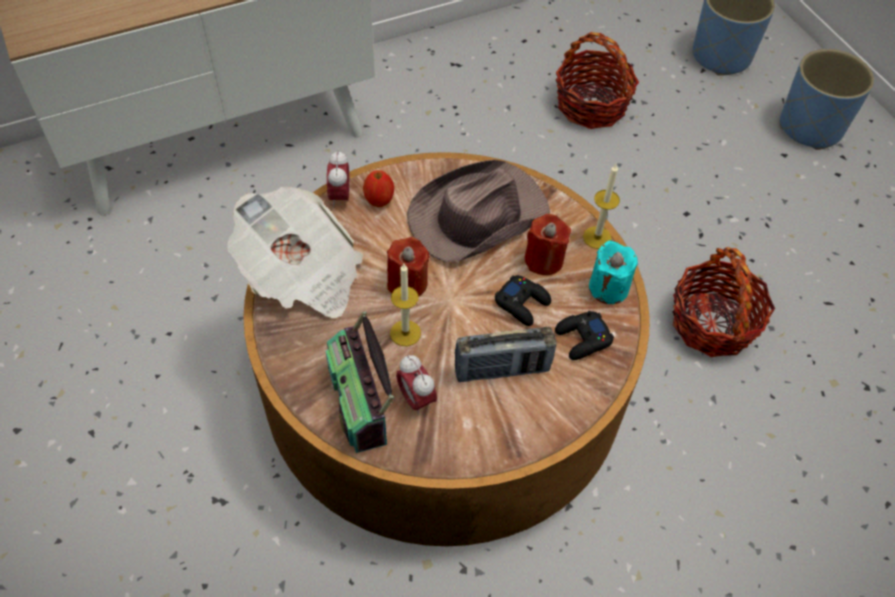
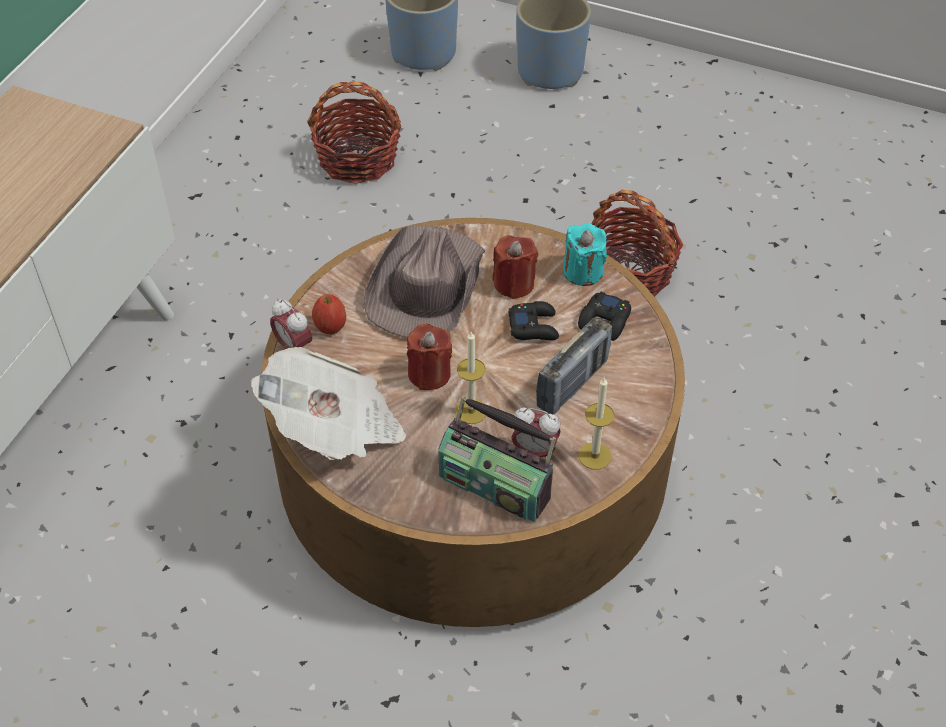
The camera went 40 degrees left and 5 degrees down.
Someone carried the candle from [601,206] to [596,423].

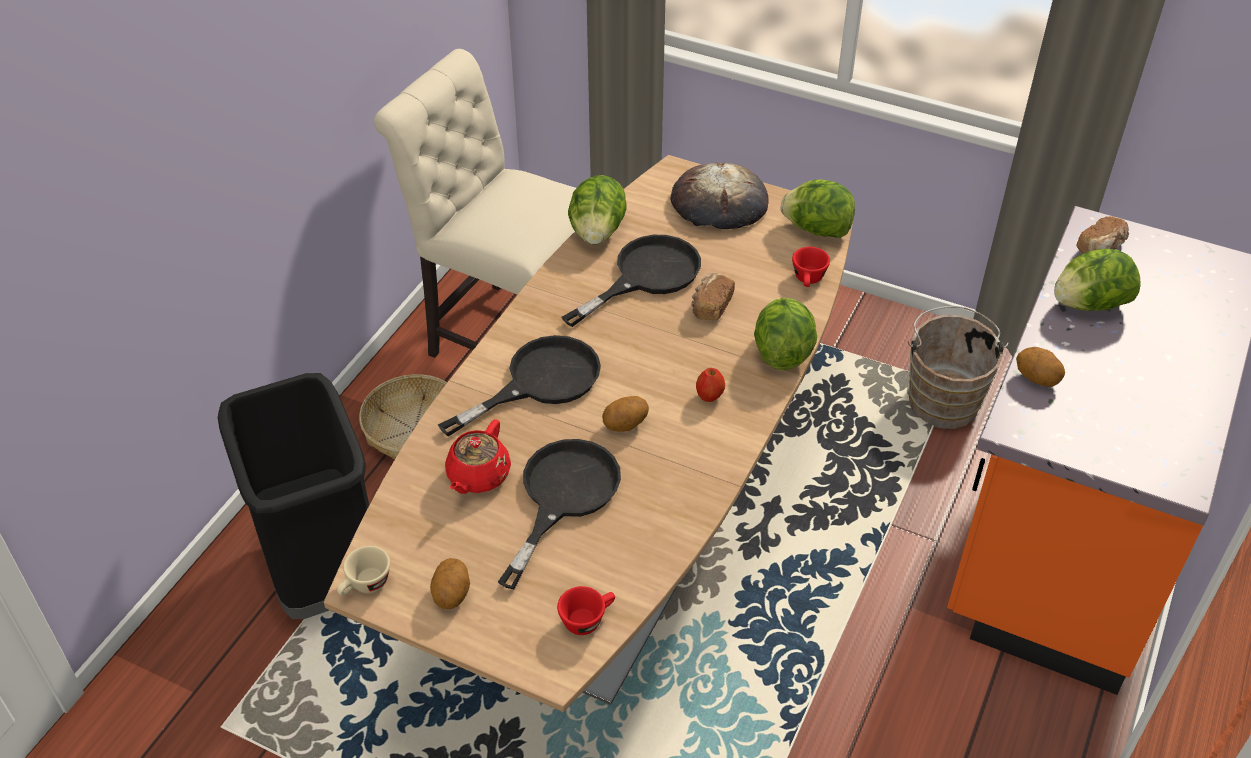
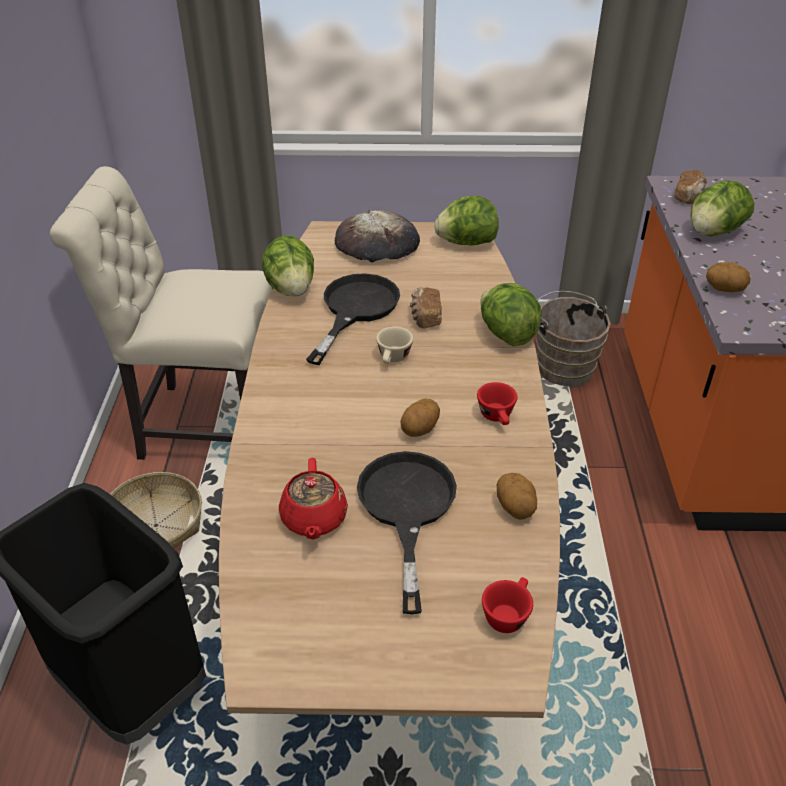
The camera went 25 degrees left and 5 degrees down.
Someone carried the beige cup from [363,571] to [394,345].
Someone carried the potato from [450,583] to [517,496].
Someone took away the black frying pan at [519,386].
Someone took away the apple at [710,385].
Someone carried the red cup from [811,267] to [497,403].

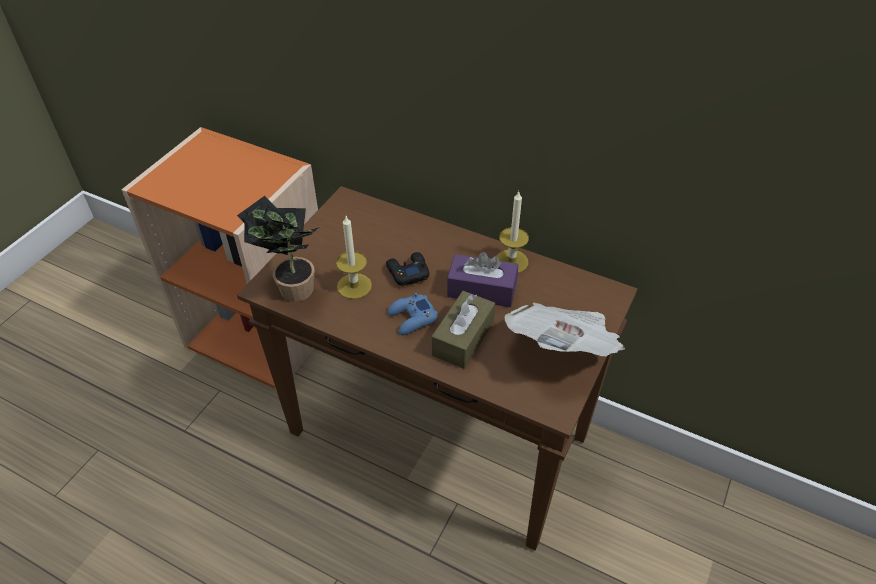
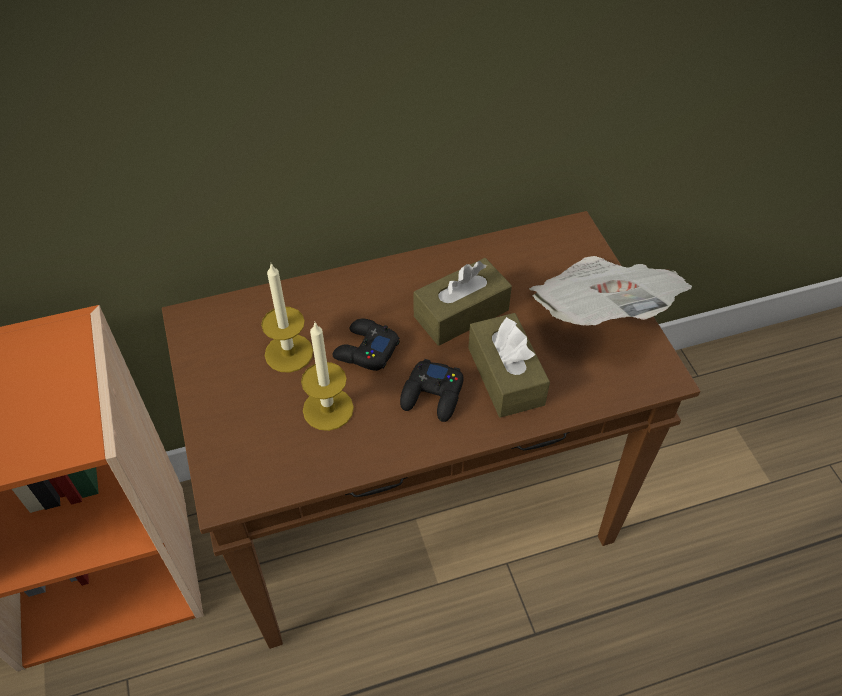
The camera went 45 degrees left and 5 degrees up.
Someone took away the potted plant at [278,249].
Someone repainted the blue game controller at [413,314], which became the black game controller at [431,390].
Someone repainted the purple tissue box at [482,279], which became the brown tissue box at [462,302].
Someone carried the candle from [513,232] to [287,318].

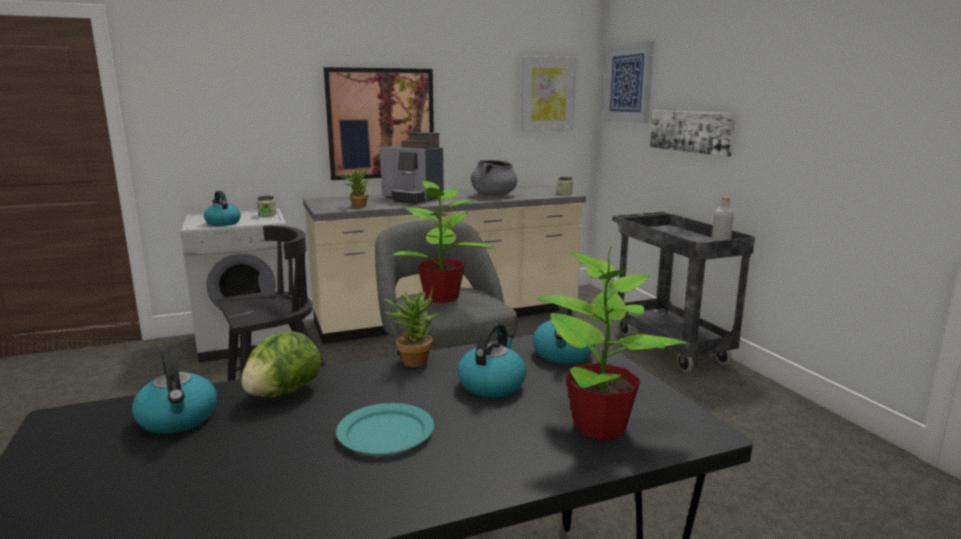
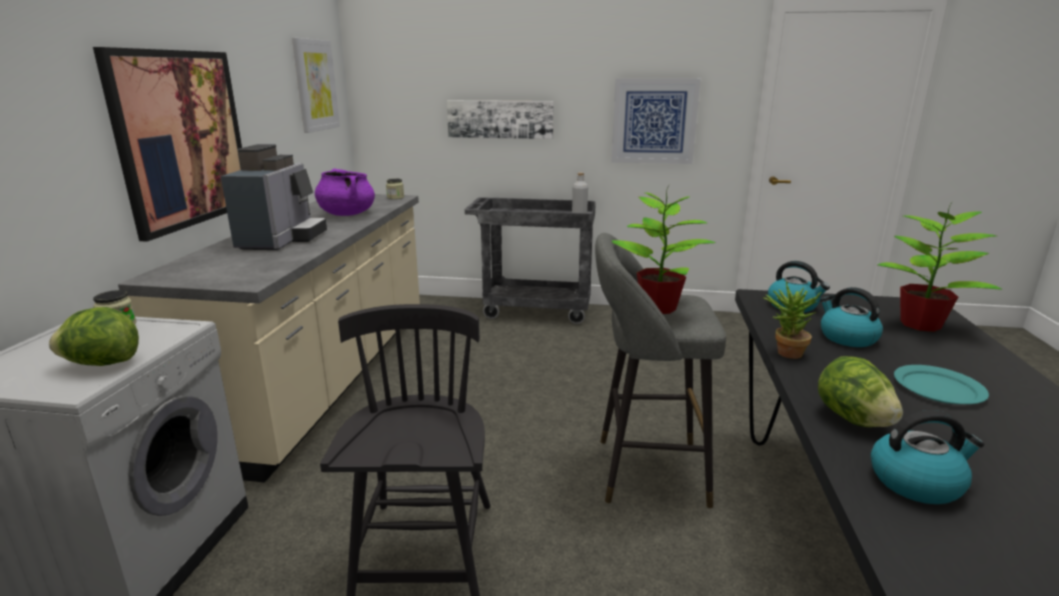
The camera went 60 degrees left and 5 degrees up.
Someone swapped the kettle at [222,208] for the lettuce at [94,336].
Someone took away the potted plant at [354,187].
Someone rotated the coffee machine at [412,168] by 60 degrees counterclockwise.
Someone repainted the grey cooking pot at [494,177], which became the purple cooking pot at [345,192].
Someone carried the picture from [628,82] to [656,121].

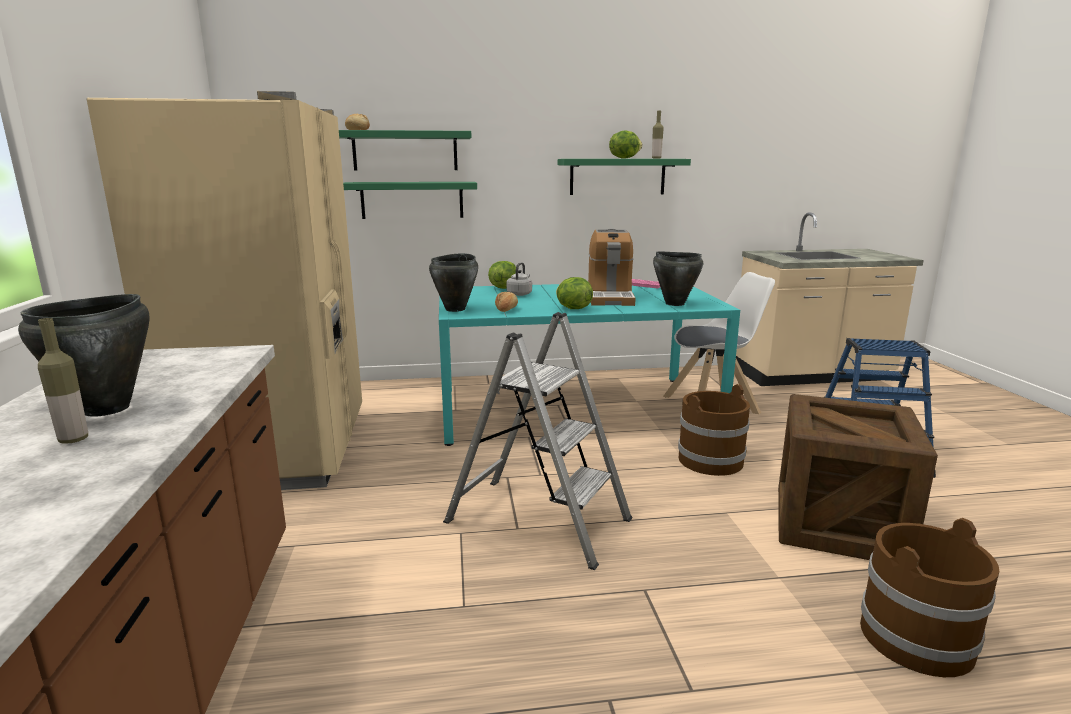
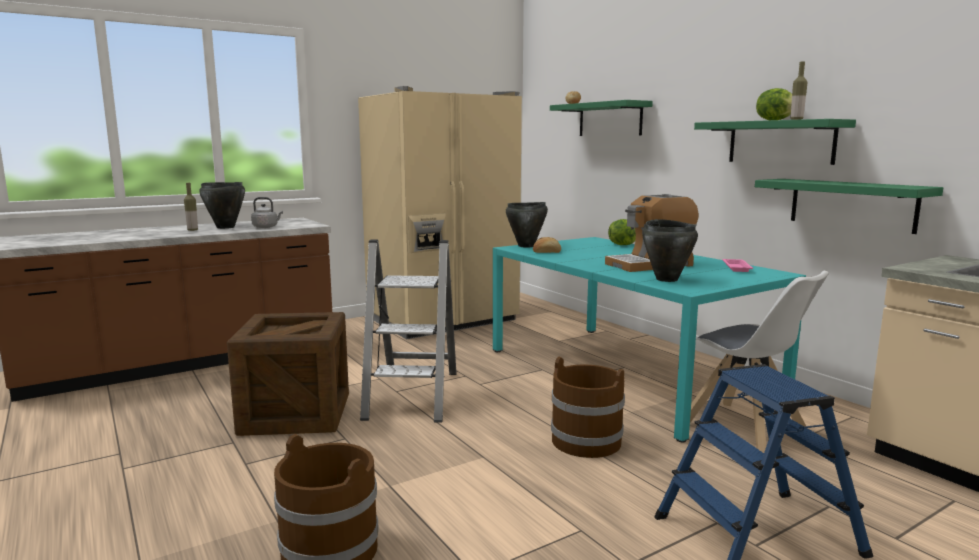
The camera went 65 degrees right and 5 degrees down.
Someone carried the green shelf from [410,200] to [849,206].
Someone carried the grey kettle from [519,279] to [267,212].
Someone took away the lettuce at [574,293].
Someone carried the crate from [858,477] to [288,374].

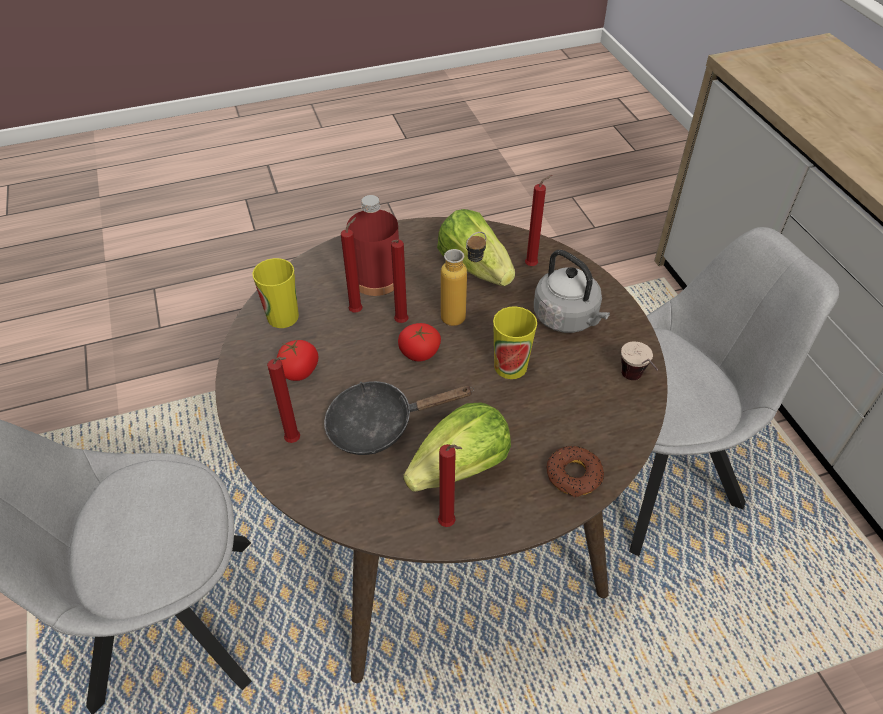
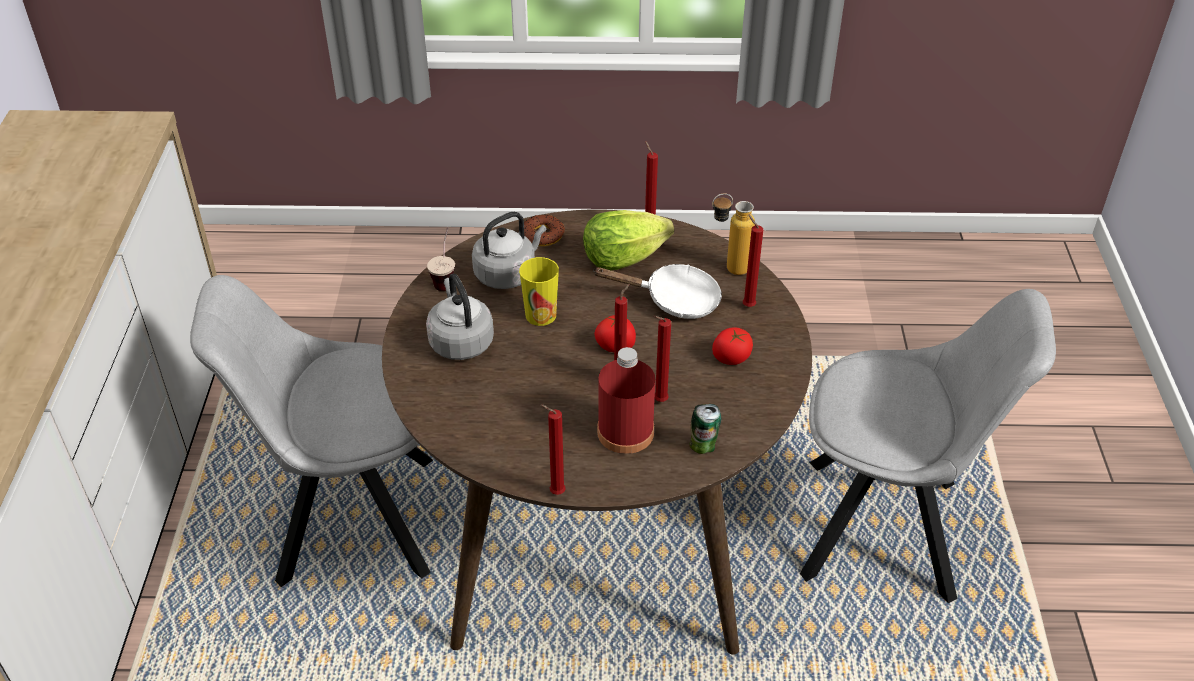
The camera went 160 degrees left and 5 degrees down.
Someone took away the cup at [275,293].
Someone repainted the black frying pan at [399,418], which became the white frying pan at [657,291].
Someone took away the lettuce at [476,247].
Someone carried the bottle from [463,279] to [733,234].
Someone carried the red candle from [538,220] to [553,449].
Someone put down the grey kettle at [509,250].
Someone put down the can at [705,429].

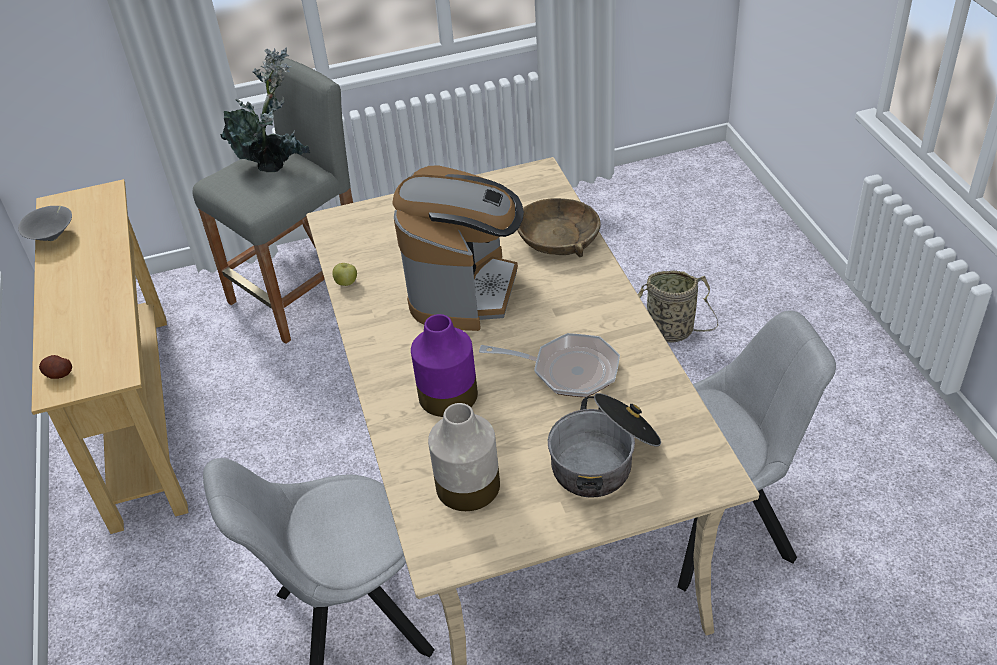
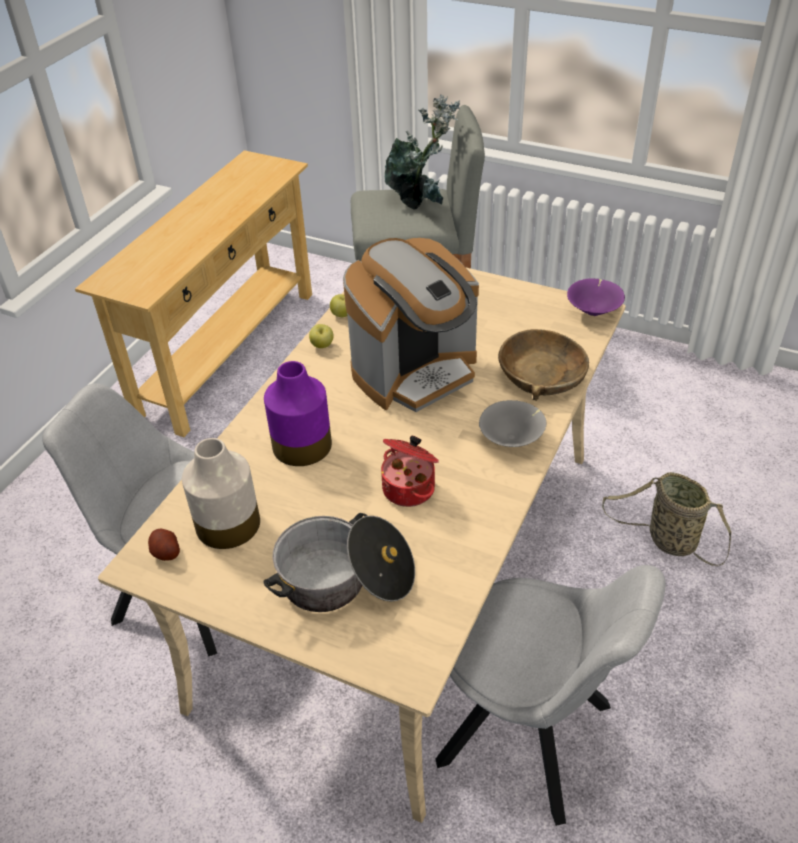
The camera went 40 degrees right and 0 degrees up.
Someone carried the grey bowl from [45,223] to [512,423].
Someone carried the potato from [55,367] to [164,545].
Someone swapped the frying pan at [549,365] for the cooking pot at [410,471].
Someone put down the apple at [321,336].
Someone put down the purple bowl at [596,297].

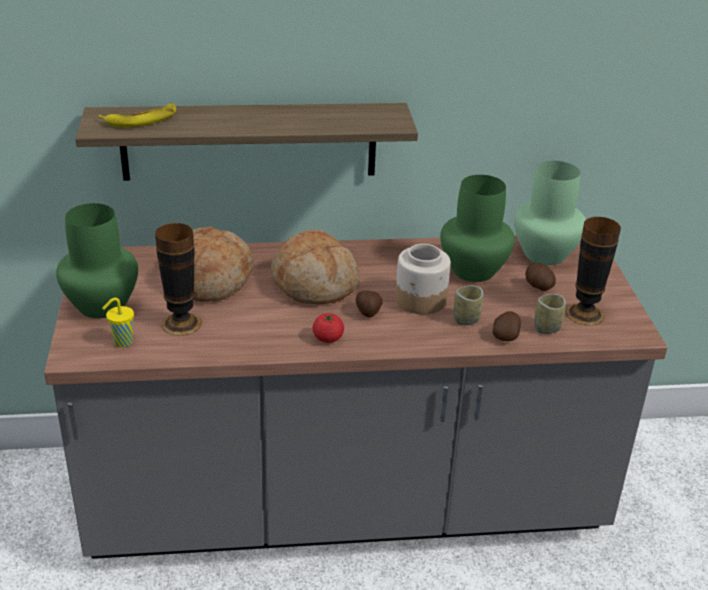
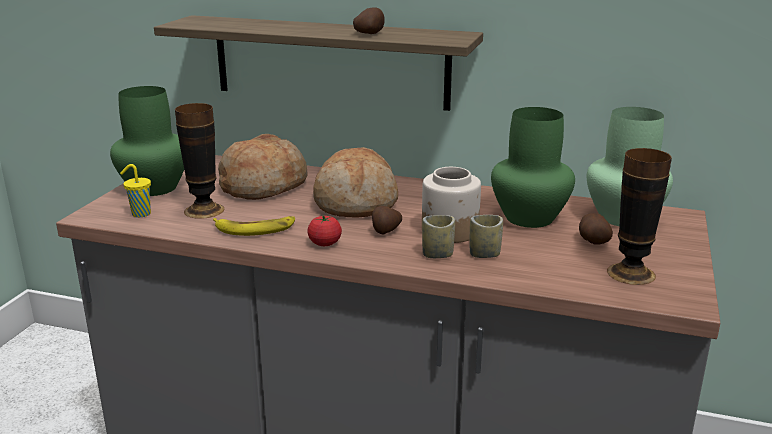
The camera went 25 degrees right and 10 degrees down.
Someone carried the banana from [137,115] to [254,226].
Someone carried the potato from [506,326] to [369,20].
Someone carried the cup from [550,314] to [438,236].

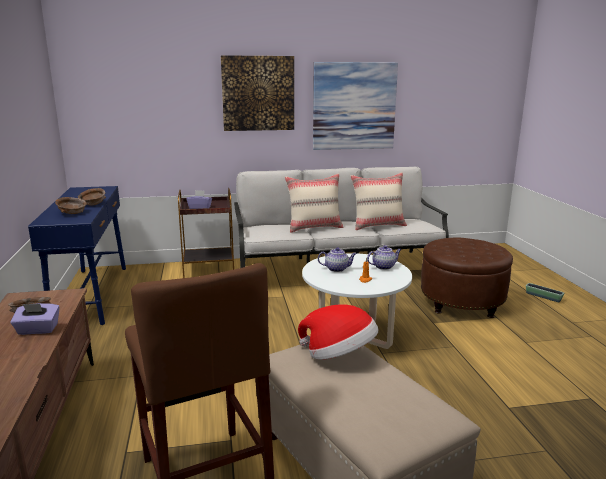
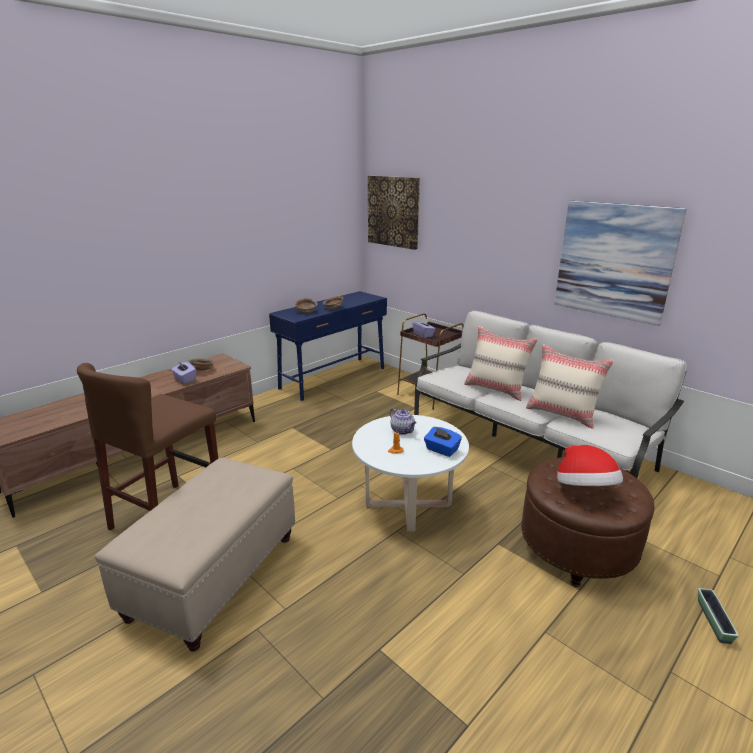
The camera went 55 degrees right and 5 degrees up.
Someone carried the picture from [257,93] to [394,213].
Someone carried the hat from [338,332] to [590,465].
Someone swapped the teapot at [384,257] for the blue tissue box at [443,442].

